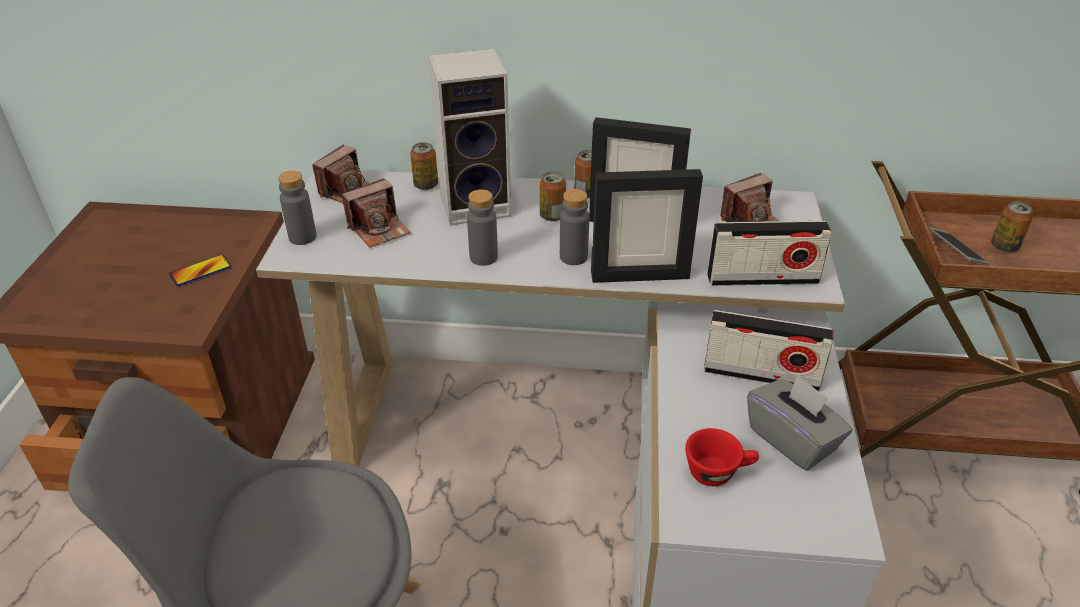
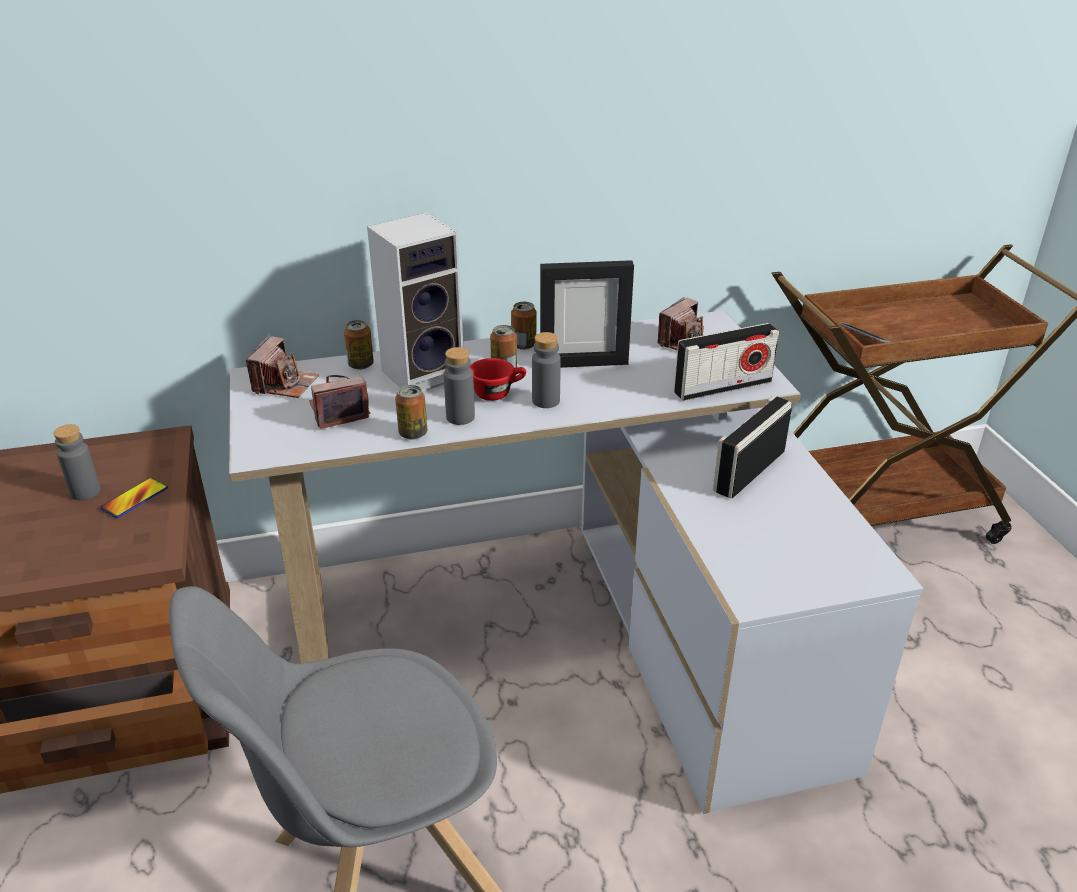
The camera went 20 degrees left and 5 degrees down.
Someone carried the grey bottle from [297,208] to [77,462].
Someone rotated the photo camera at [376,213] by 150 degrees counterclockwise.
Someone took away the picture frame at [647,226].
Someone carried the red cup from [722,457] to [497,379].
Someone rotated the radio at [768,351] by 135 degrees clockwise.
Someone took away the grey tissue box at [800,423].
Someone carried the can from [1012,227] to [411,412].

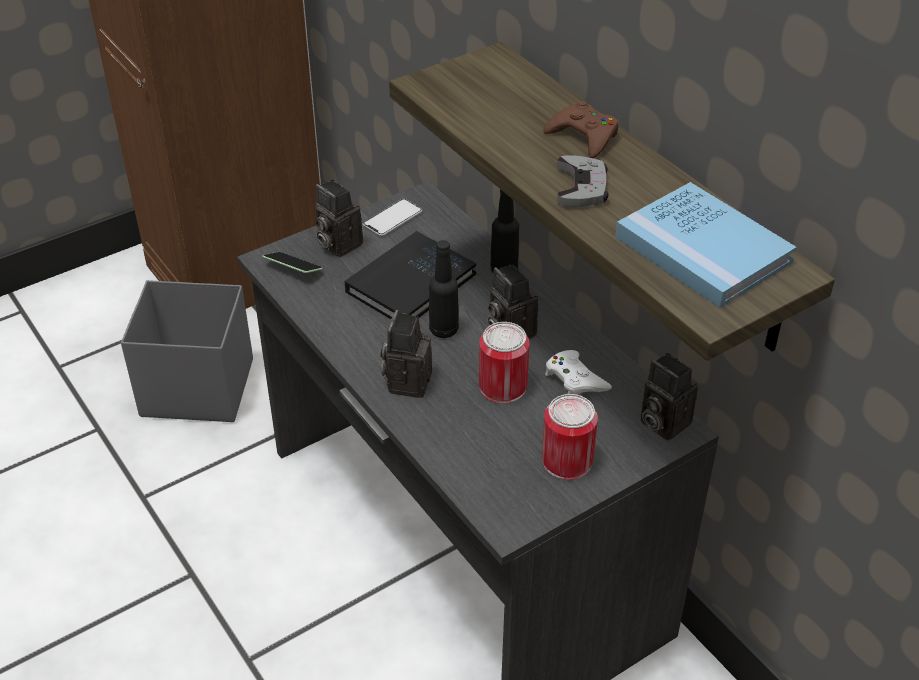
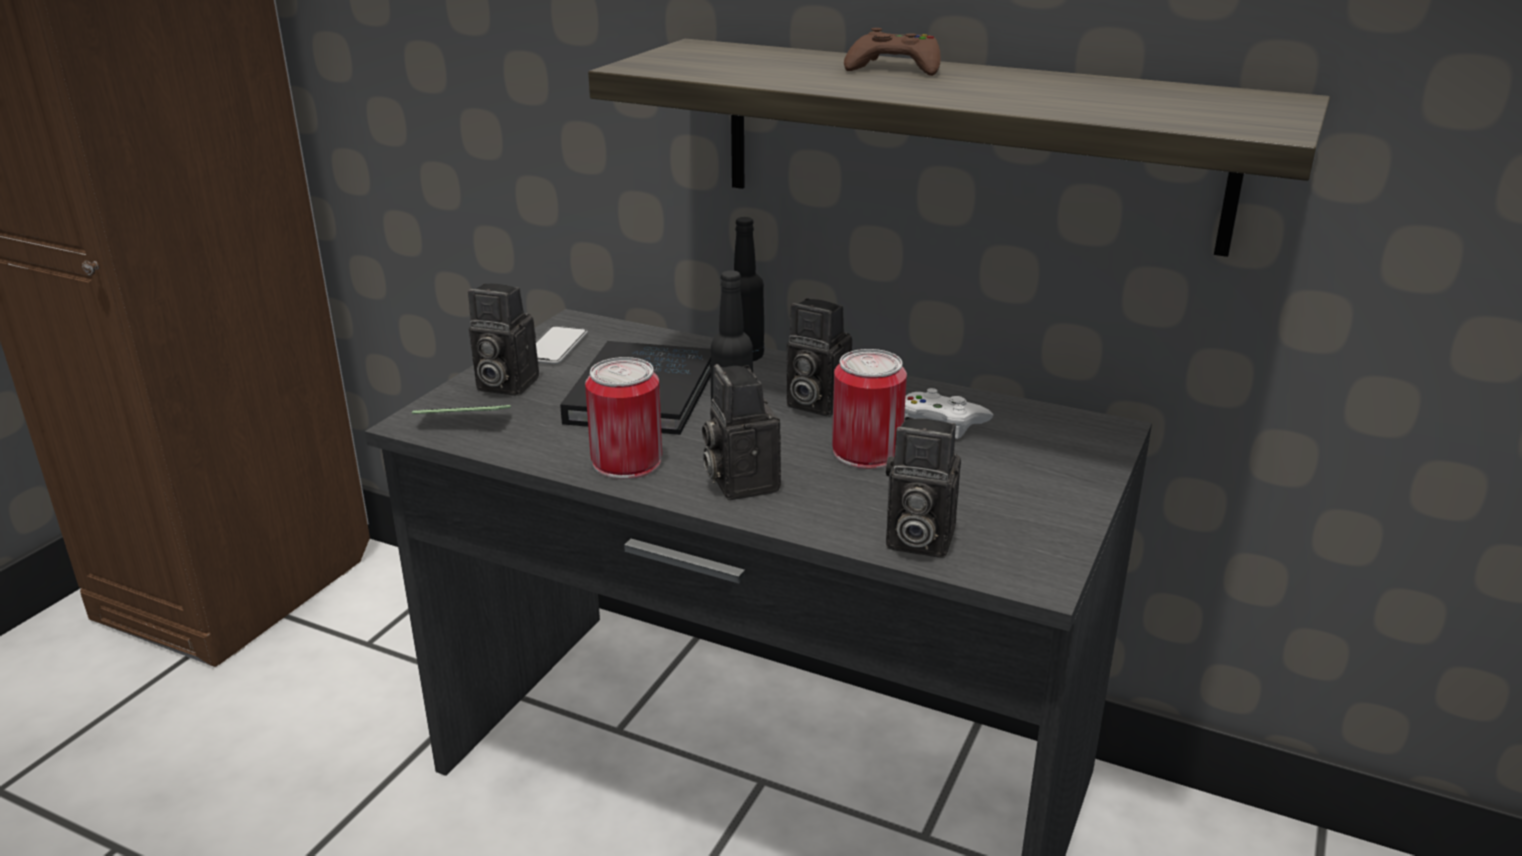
The camera went 30 degrees left and 15 degrees down.
Someone took away the grey storage box at [187,351].
Someone carried the can from [570,437] to [623,418].
Someone took away the grey game controller at [583,181].
Someone took away the blue book at [706,245].
Someone carried the photo camera from [669,397] to [923,487].

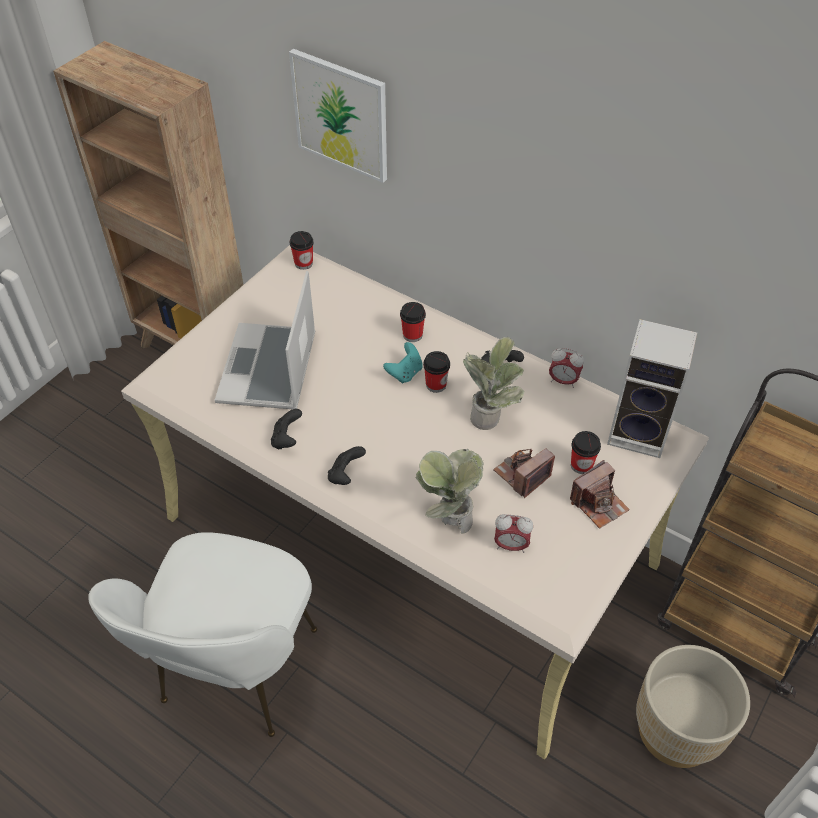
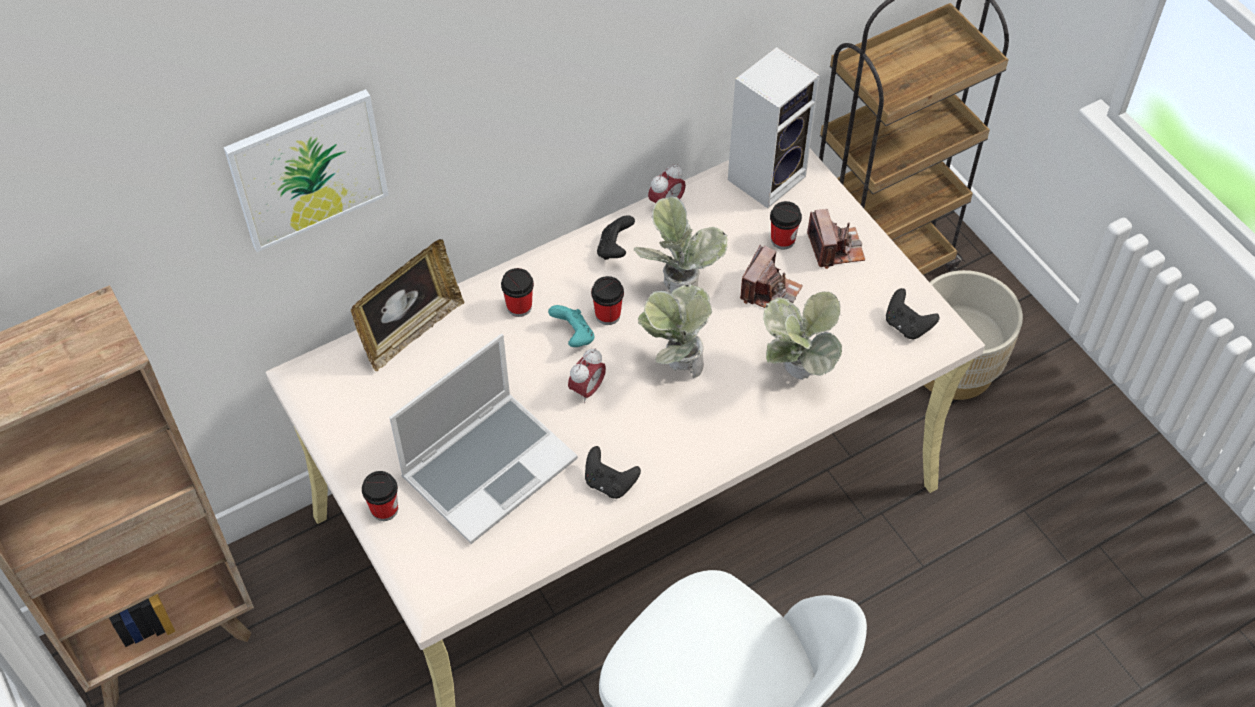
The camera went 65 degrees left and 5 degrees up.
Someone rotated the laptop at [265,340] by 75 degrees counterclockwise.
Someone carried the cup from [301,250] to [380,496].
Someone carried the black game controller from [347,465] to [912,313].
Someone rotated the photo camera at [524,473] by 135 degrees counterclockwise.
Someone carried the alarm clock from [513,533] to [587,376].
Someone put down the picture frame at [408,305].
Someone put down the potted plant at [675,331].

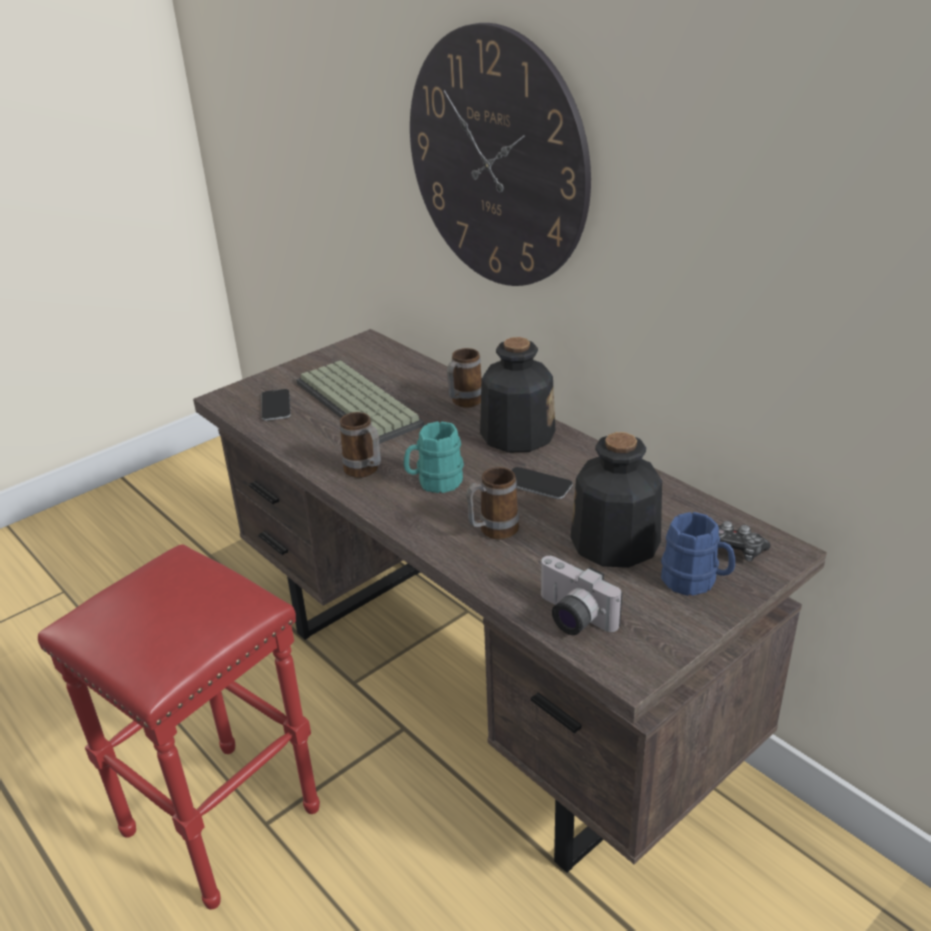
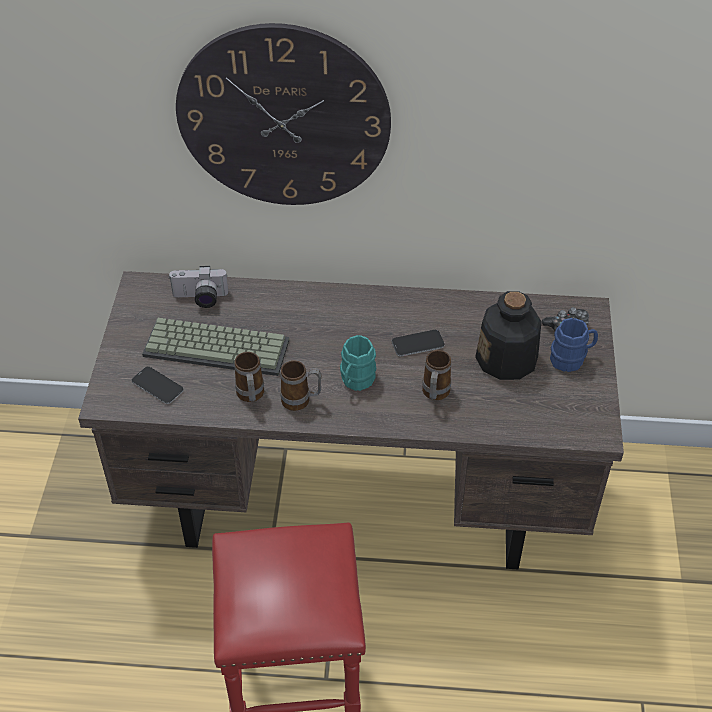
The camera went 45 degrees left and 15 degrees up.
Someone carried the mug from [464,378] to [249,377].
Someone took away the bottle at [518,395].
Someone carried the photo camera from [580,595] to [198,287].

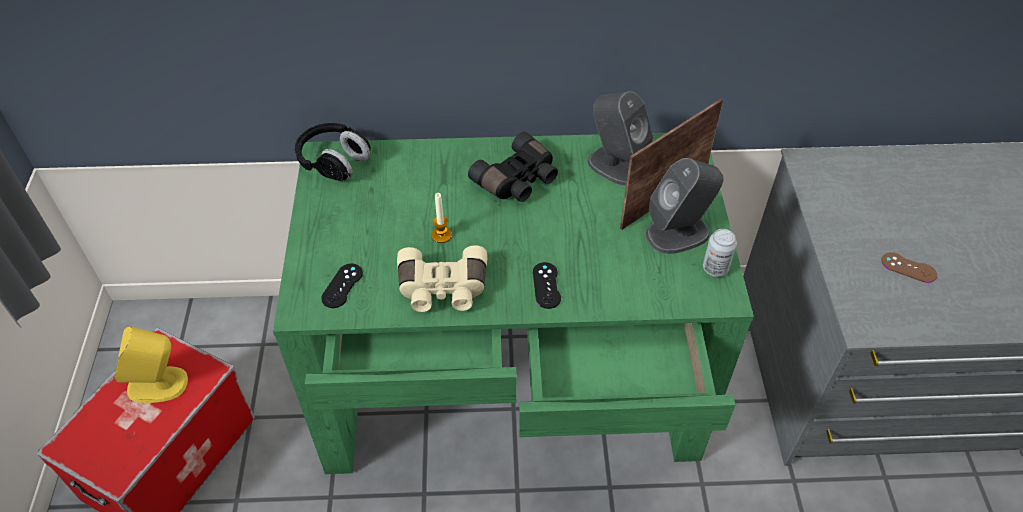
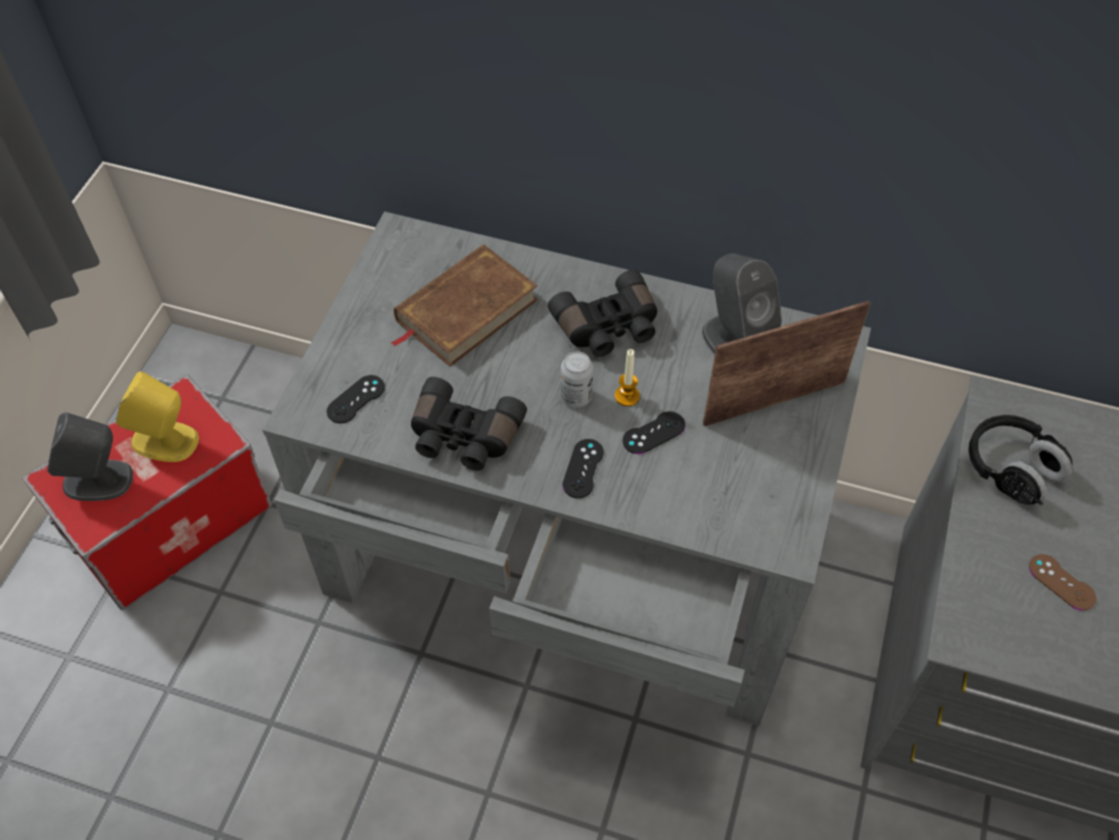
The camera went 20 degrees right and 5 degrees up.
Someone repainted the green desk at [513,303], which became the grey desk at [566,468].
Someone carried the black headphones from [333,152] to [1020,460].
Someone repainted the beige binoculars at [442,278], which became the black binoculars at [469,424].
Someone carried the candle from [441,218] to [627,377].
Someone carried the grey speaker from [685,206] to [90,456].
Someone carried the can from [720,253] to [577,379].
Someone put down the brown book at [464,305].
Someone put down the black game controller at [654,432].

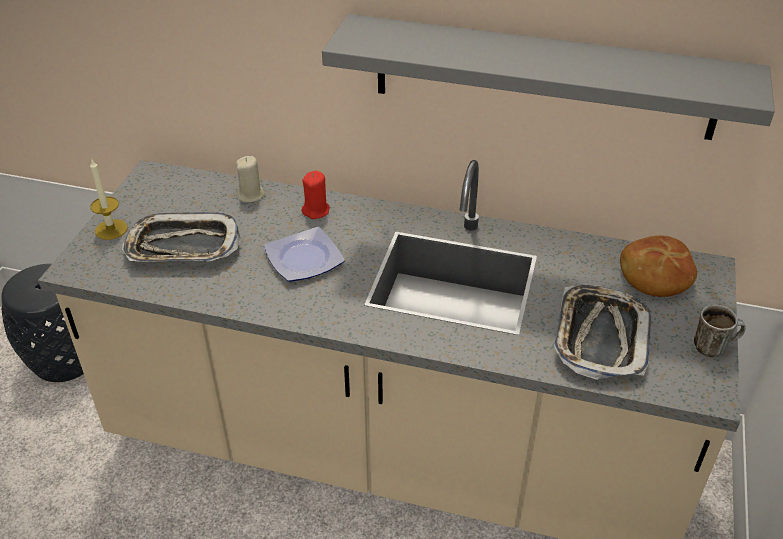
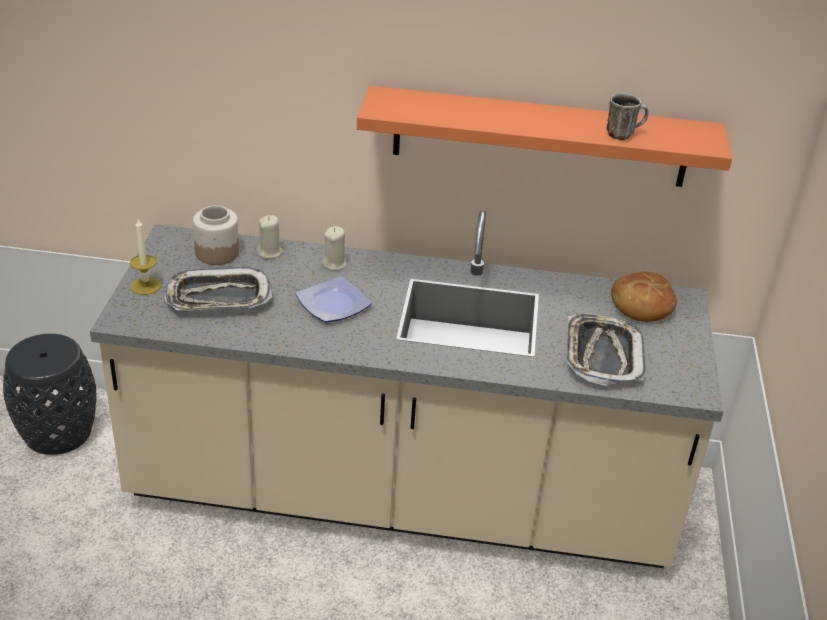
The camera went 10 degrees left and 5 degrees down.
Someone repainted the red candle at [315,195], which became the beige candle at [333,248].
Someone repainted the grey shelf at [548,77], which became the orange shelf at [544,136].
Someone carried the mug from [720,331] to [628,116].
Someone put down the jar at [216,235].

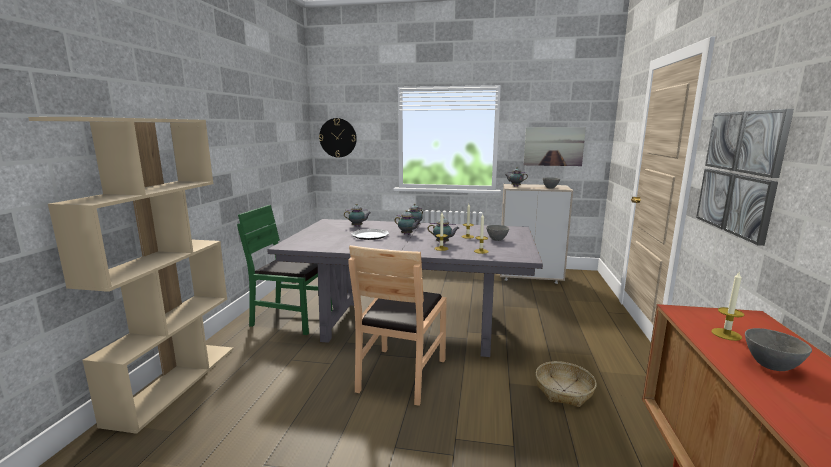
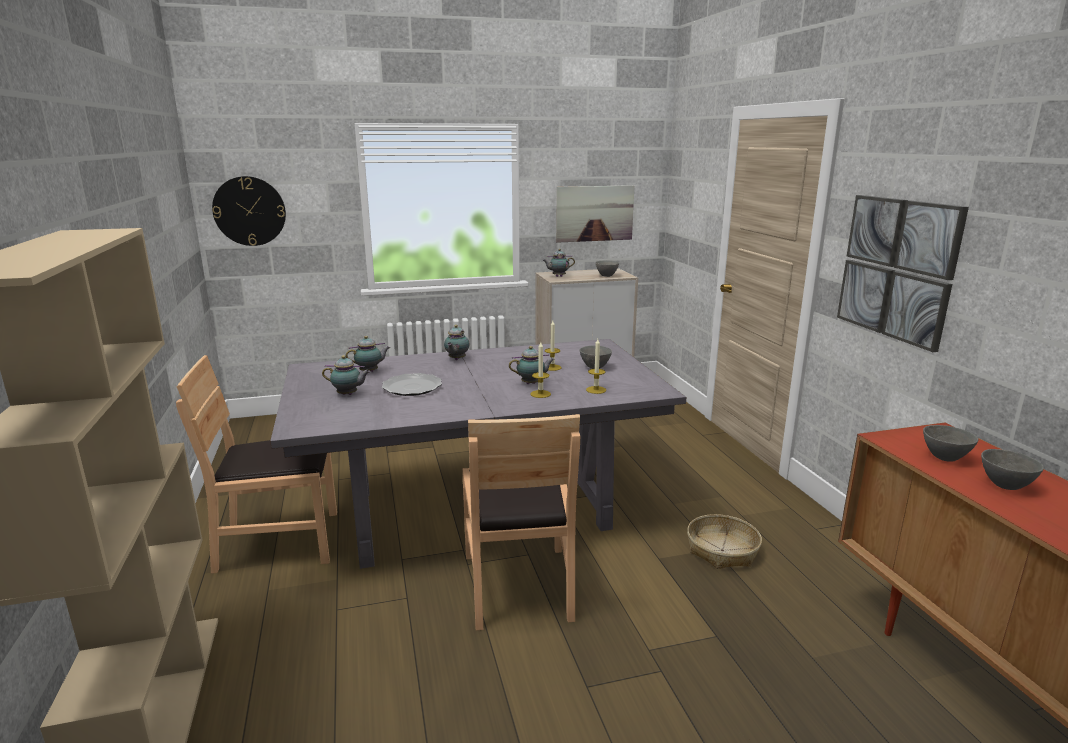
The camera went 25 degrees left and 5 degrees up.
Someone repainted the green chair at [285,270], which became the brown chair at [256,464].
Someone carried the teapot from [408,222] to [346,375].
Someone swapped the candle at [728,306] for the grey bowl at [950,443].

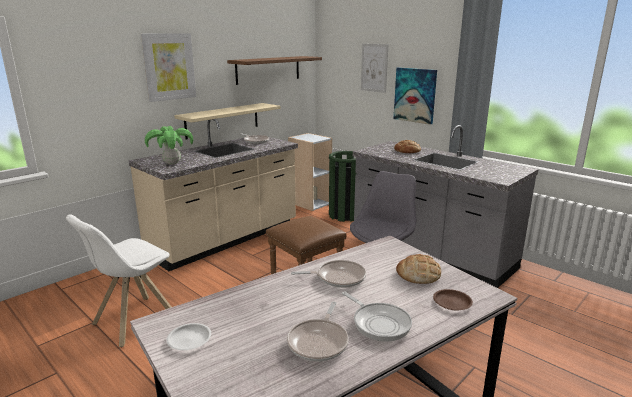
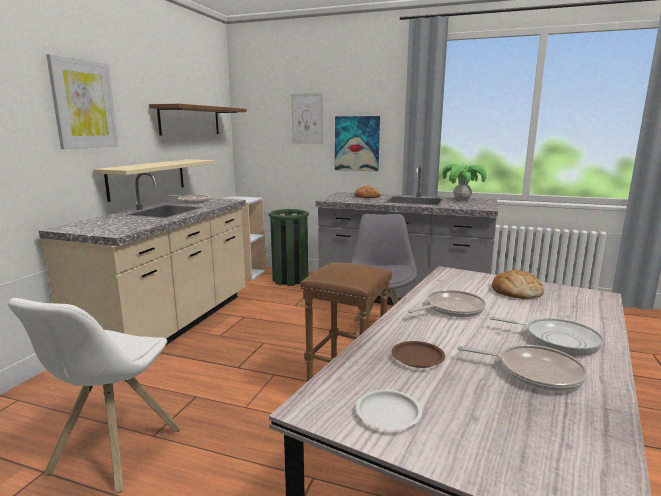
The camera went 25 degrees left and 5 degrees down.
Someone carried the potted plant from [169,145] to [464,182].
Someone rotated the frying pan at [318,331] by 60 degrees counterclockwise.
Someone carried the brown plate from [453,300] to [418,354].

